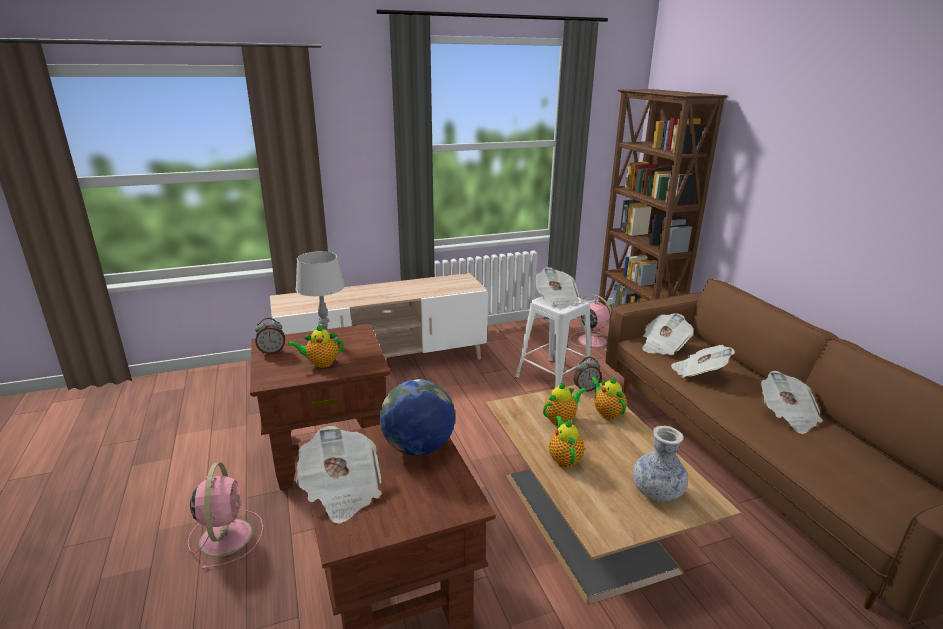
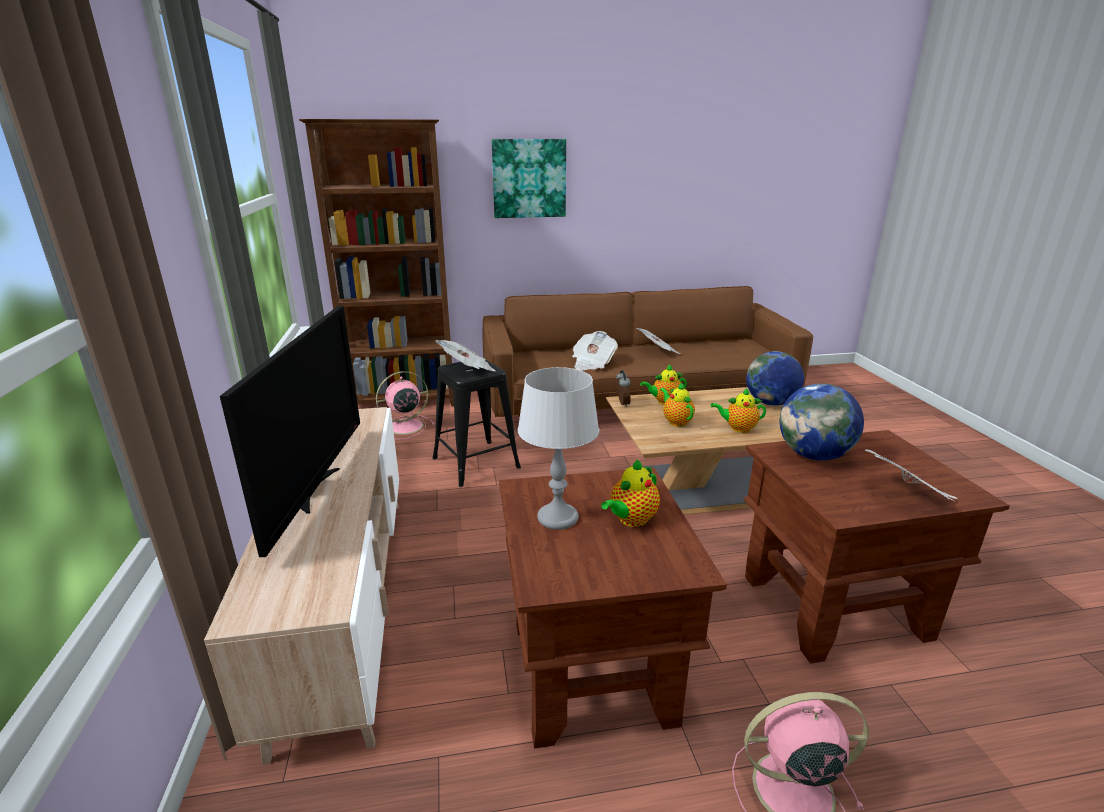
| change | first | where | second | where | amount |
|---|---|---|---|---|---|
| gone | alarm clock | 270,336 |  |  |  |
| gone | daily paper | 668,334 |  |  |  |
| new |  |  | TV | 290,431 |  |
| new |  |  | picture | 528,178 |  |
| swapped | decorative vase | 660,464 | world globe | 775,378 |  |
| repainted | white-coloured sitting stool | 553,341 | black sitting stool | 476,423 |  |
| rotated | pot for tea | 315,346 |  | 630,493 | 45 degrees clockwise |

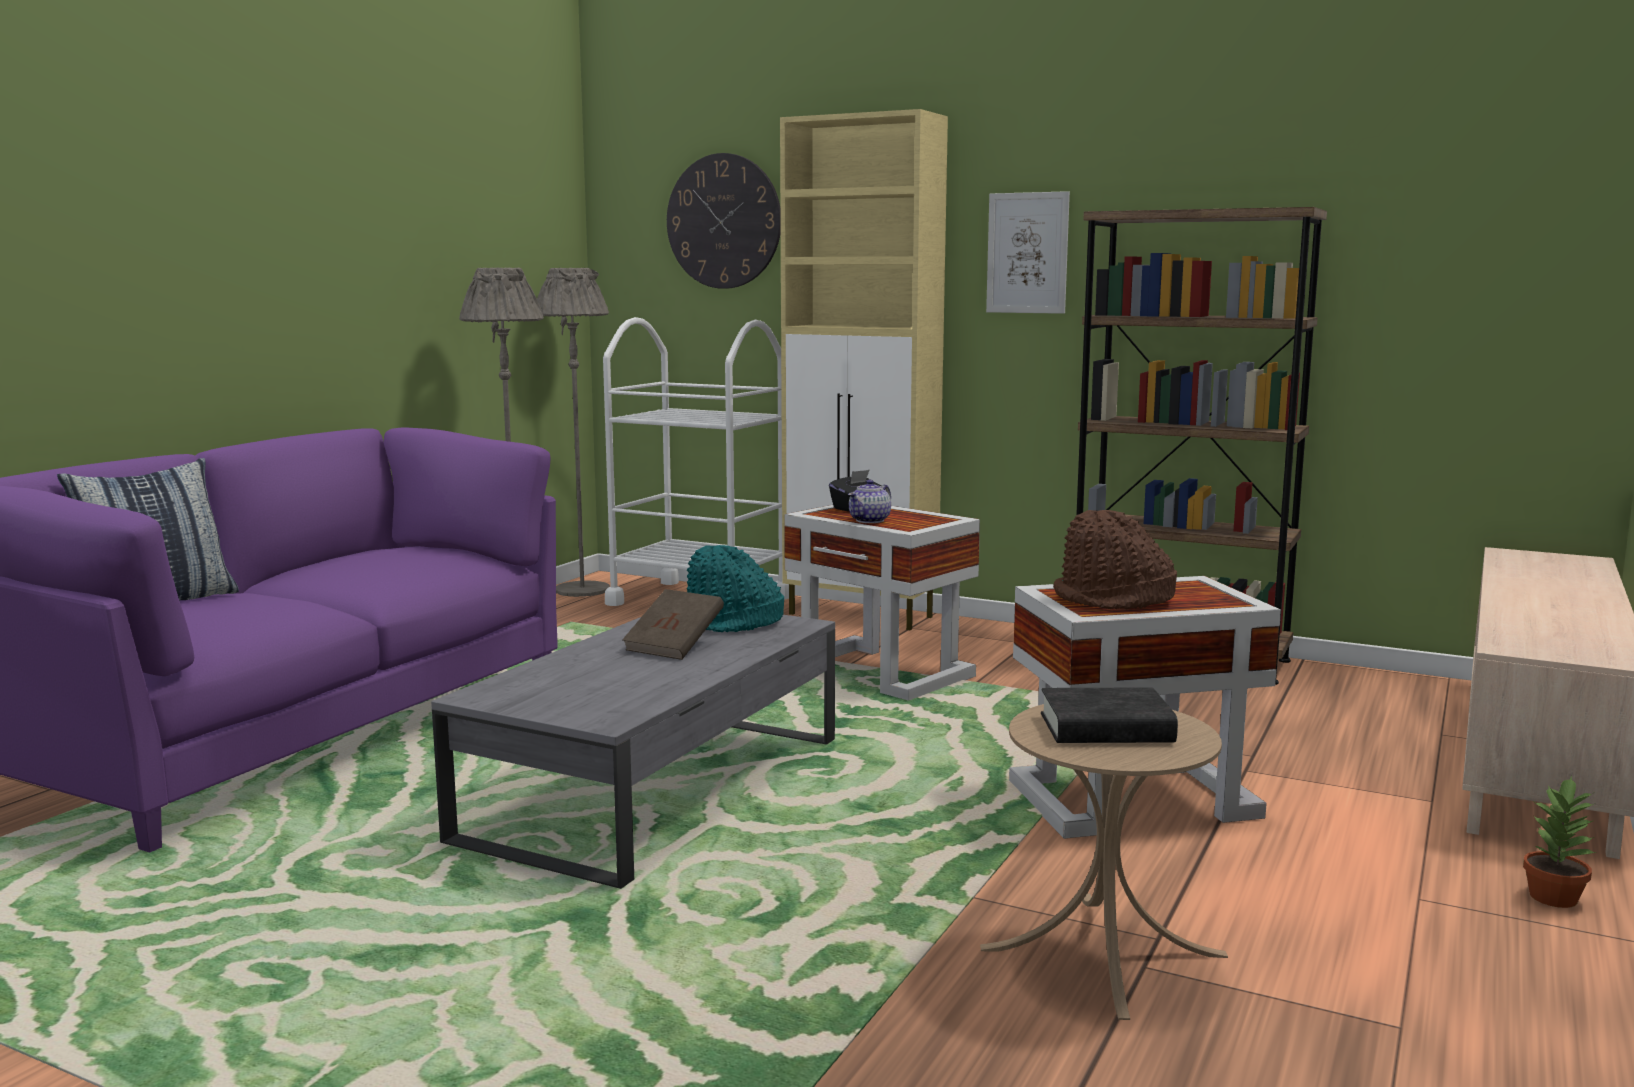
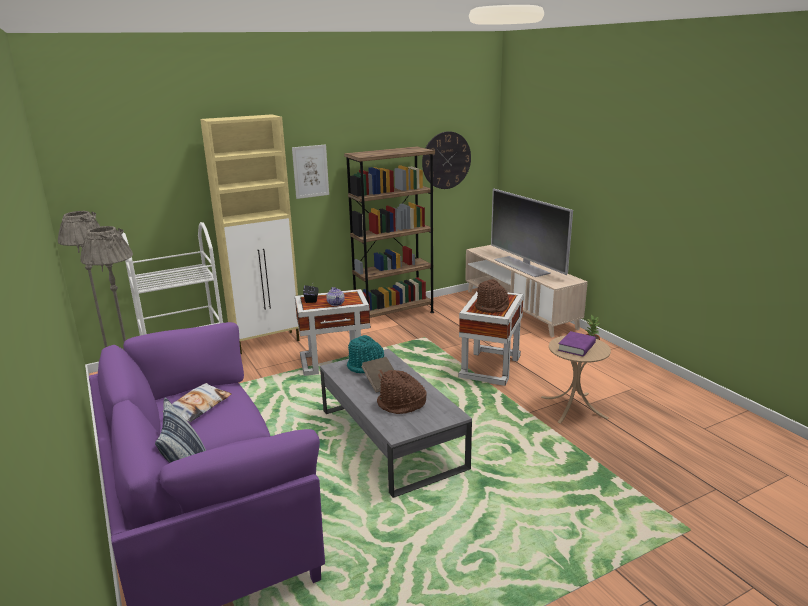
| change | first | where | second | where | amount |
|---|---|---|---|---|---|
| new |  |  | throw pillow | 196,402 |  |
| new |  |  | brownish wearable hat | 401,392 |  |
| new |  |  | TV | 532,232 |  |
| shifted | hanging clock | 724,221 |  | 446,160 |  |
| repainted | black volume | 1109,715 | purple-coloured volume | 577,343 |  |

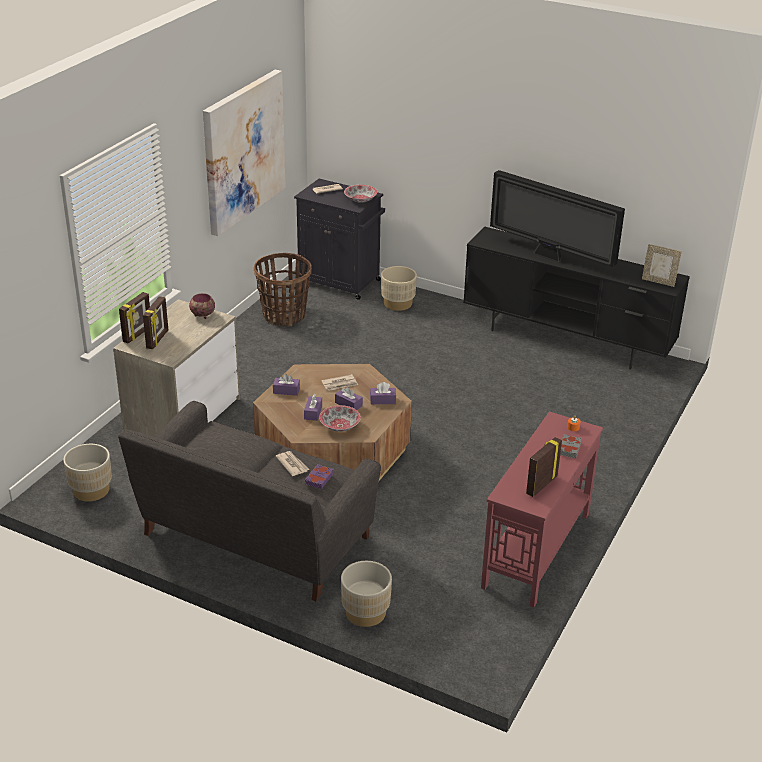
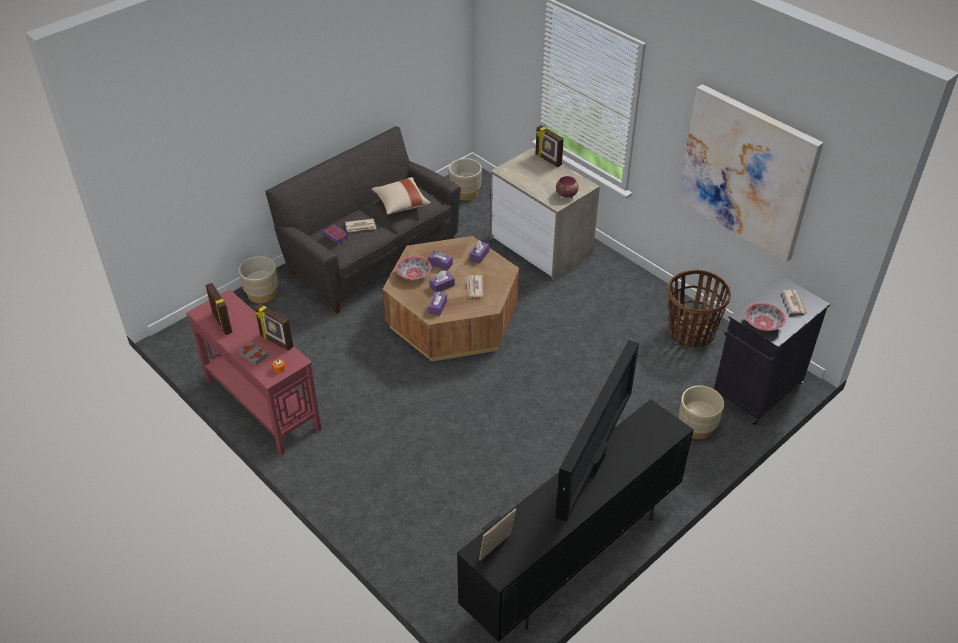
| change | first | where | second | where | amount |
|---|---|---|---|---|---|
| new |  |  | beige throw pillow | 401,196 |  |
| shifted | standing frame | 155,322 |  | 274,327 |  |
| rotated | TV | 557,218 |  | 597,431 | 150 degrees clockwise |

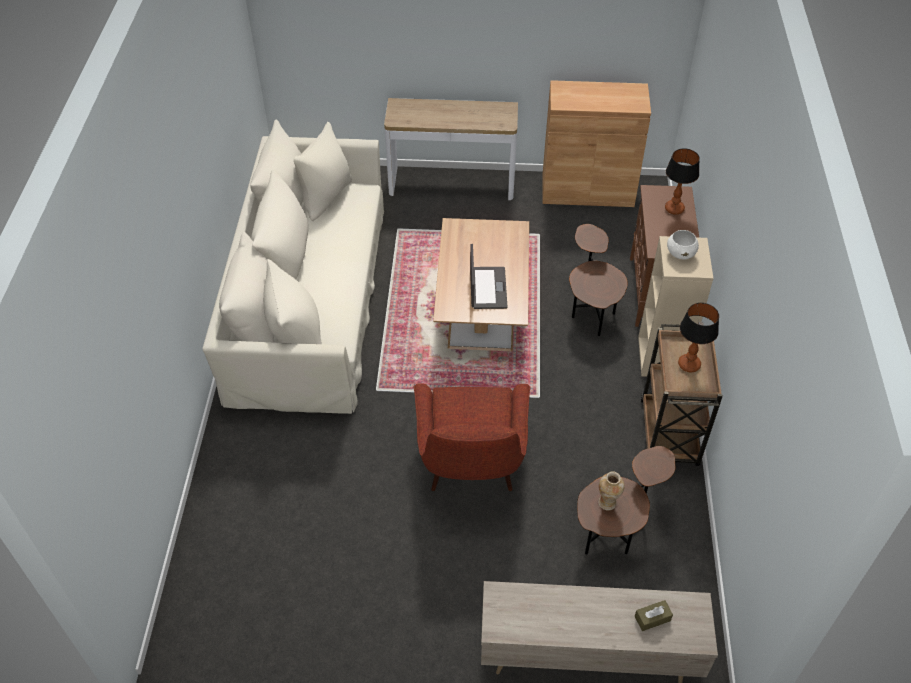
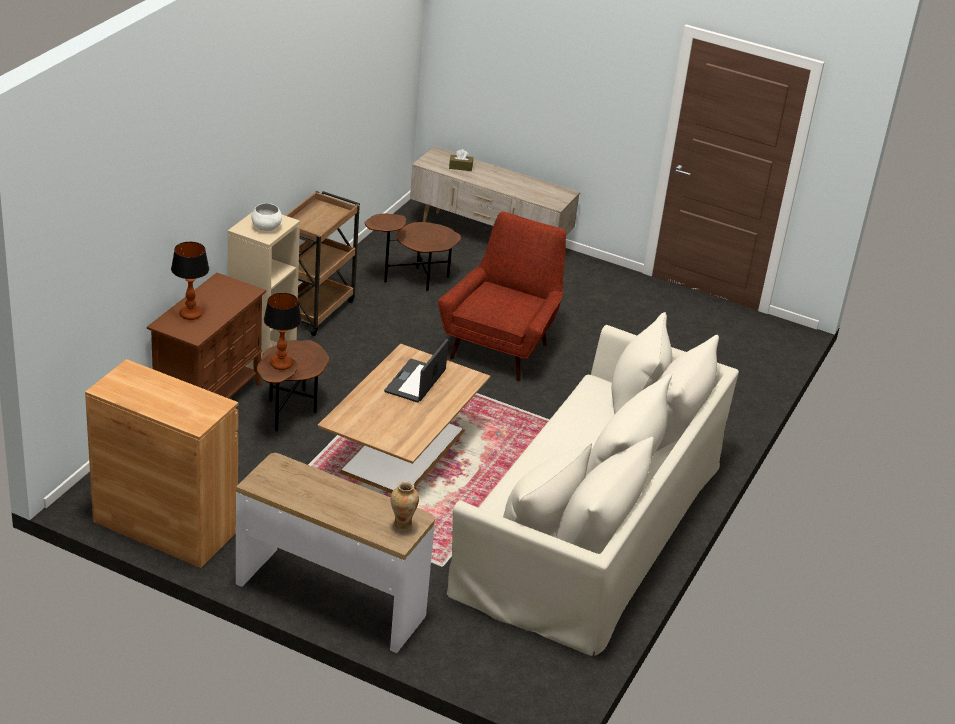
| change | first | where | second | where | amount |
|---|---|---|---|---|---|
| shifted | decorative vase | 611,491 |  | 404,507 |  |
| shifted | lamp for a table | 698,337 |  | 282,331 |  |

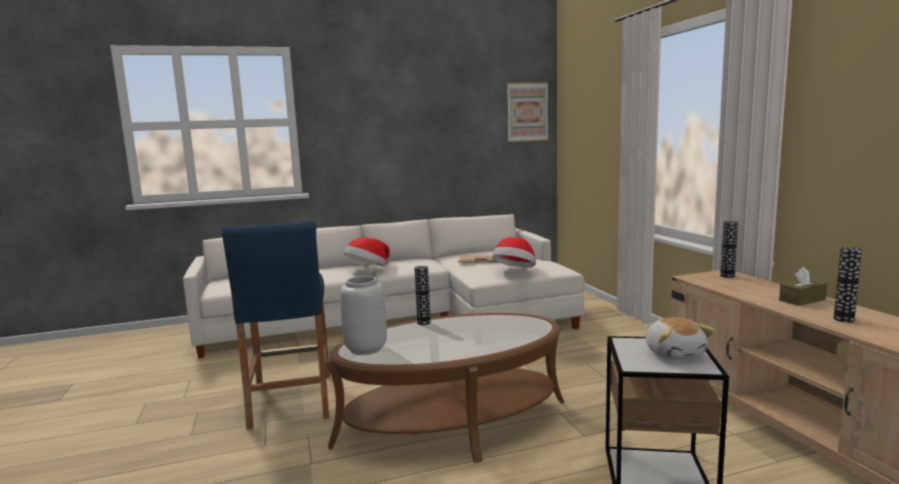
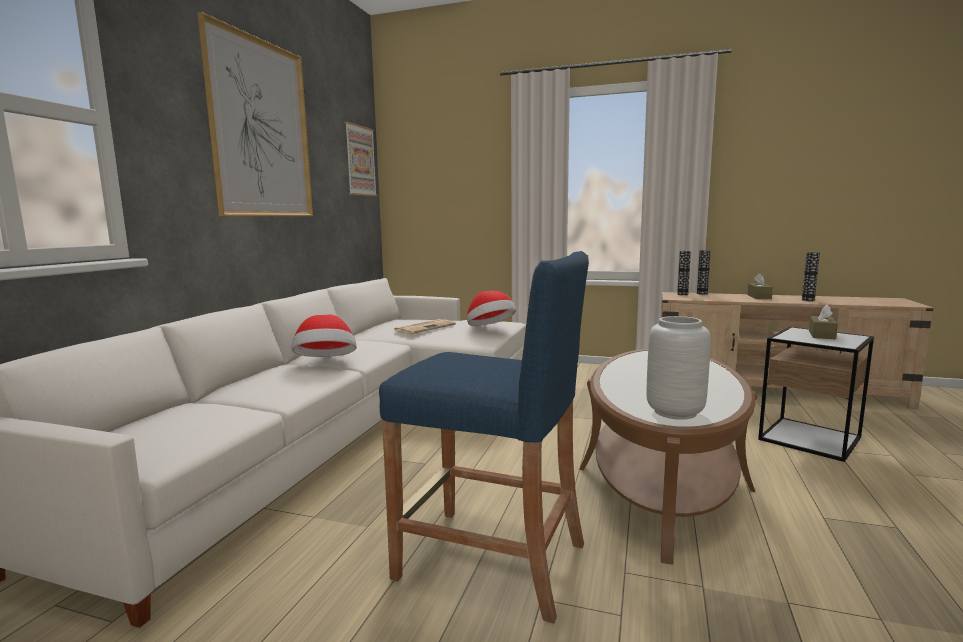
| change | first | where | second | where | amount |
|---|---|---|---|---|---|
| new |  |  | picture | 255,114 |  |
| shifted | decorative vase | 422,295 |  | 704,272 |  |
| swapped | cuddly toy | 680,338 | brownish tissue box | 823,322 |  |

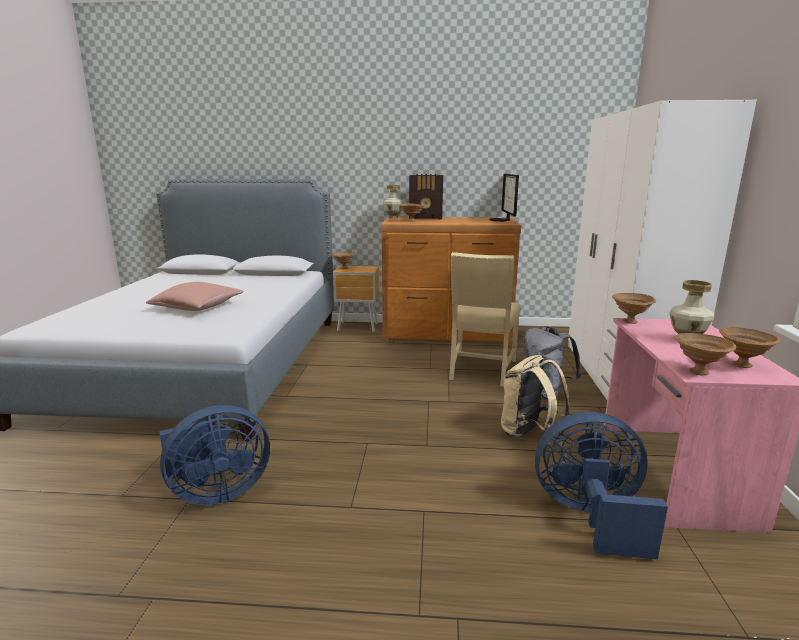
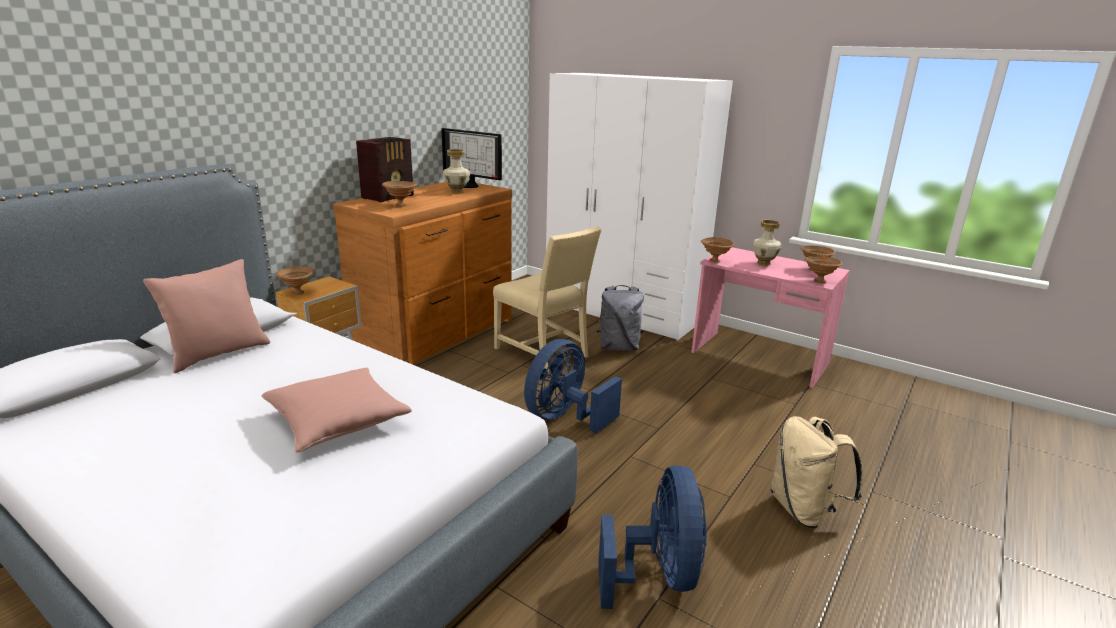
| change | first | where | second | where | amount |
|---|---|---|---|---|---|
| new |  |  | pinkish throw pillow | 206,316 |  |
| shifted | decorative vase | 393,202 |  | 456,171 |  |
| shifted | beige rucksack | 536,396 |  | 817,472 |  |
| shifted | blue fan | 601,485 |  | 573,386 |  |

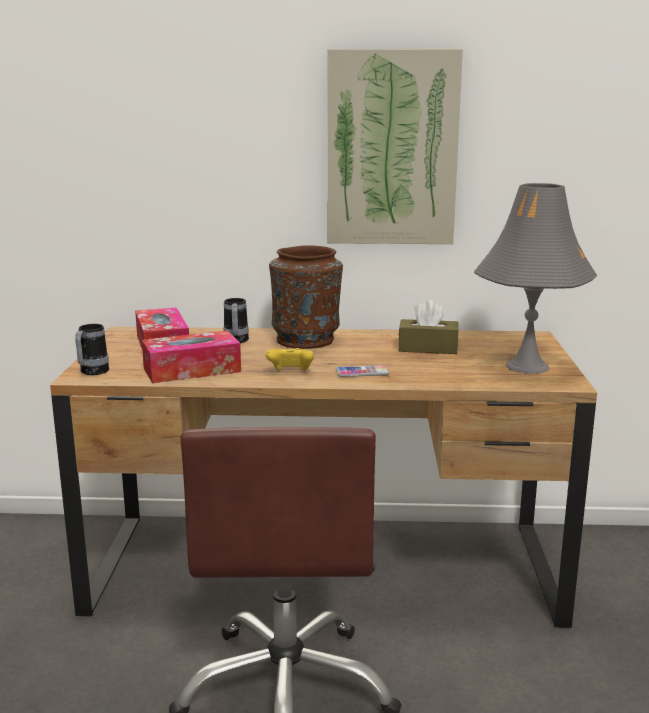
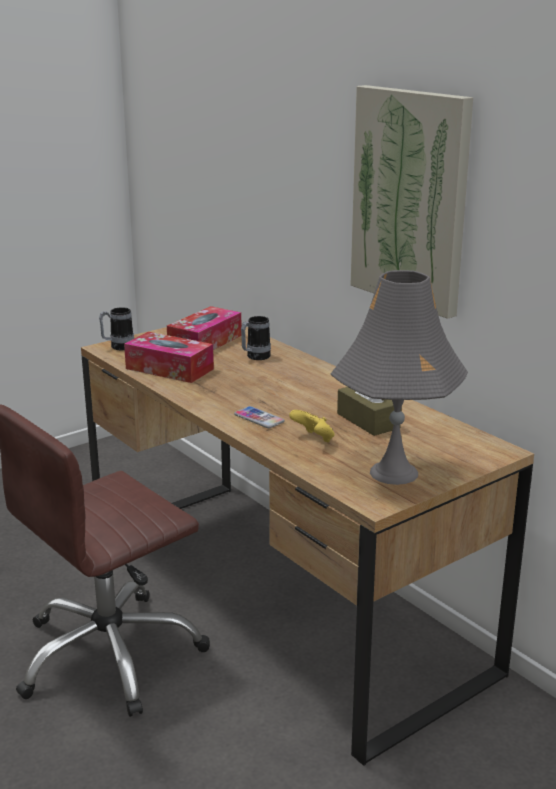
| change | first | where | second | where | amount |
|---|---|---|---|---|---|
| gone | brownish decorative vase | 306,297 |  |  |  |
| shifted | yellow joypad | 290,359 |  | 312,426 |  |

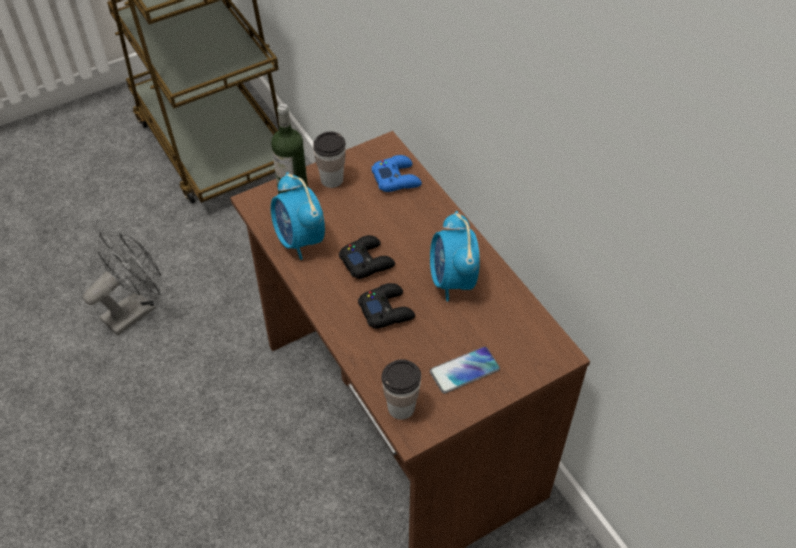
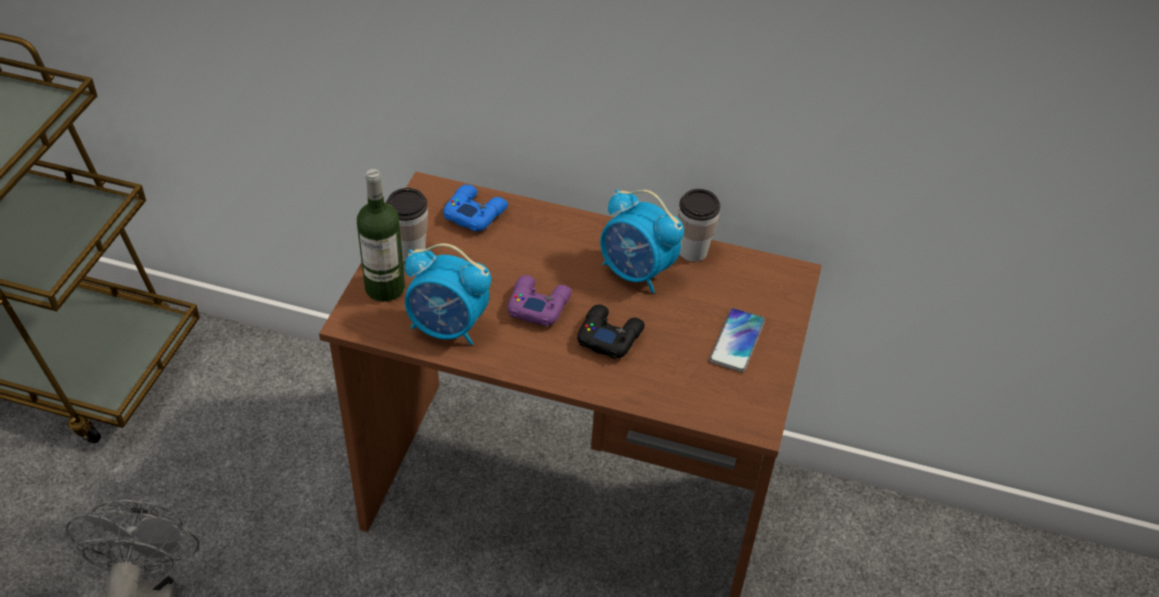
| change | first | where | second | where | amount |
|---|---|---|---|---|---|
| shifted | small cup | 401,389 |  | 699,225 |  |
| repainted | black joypad | 367,257 | purple-coloured joypad | 539,300 |  |

